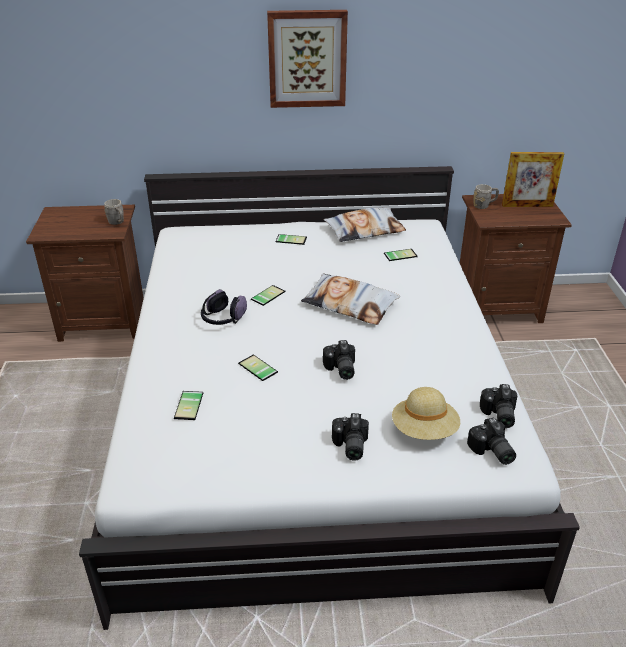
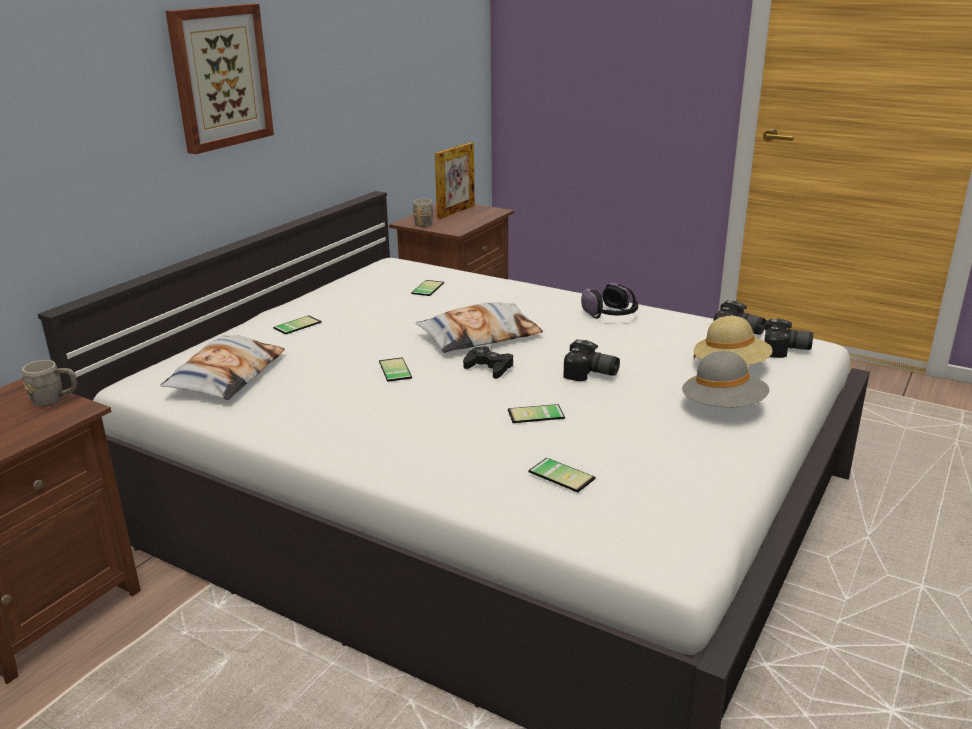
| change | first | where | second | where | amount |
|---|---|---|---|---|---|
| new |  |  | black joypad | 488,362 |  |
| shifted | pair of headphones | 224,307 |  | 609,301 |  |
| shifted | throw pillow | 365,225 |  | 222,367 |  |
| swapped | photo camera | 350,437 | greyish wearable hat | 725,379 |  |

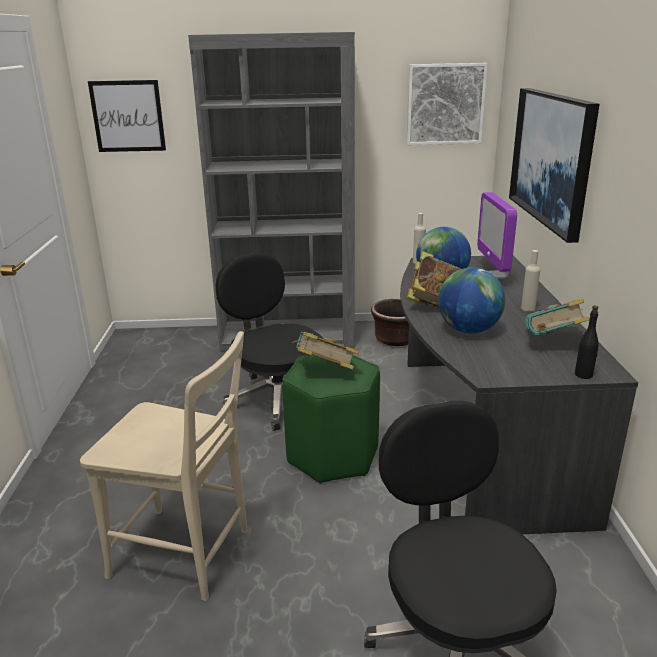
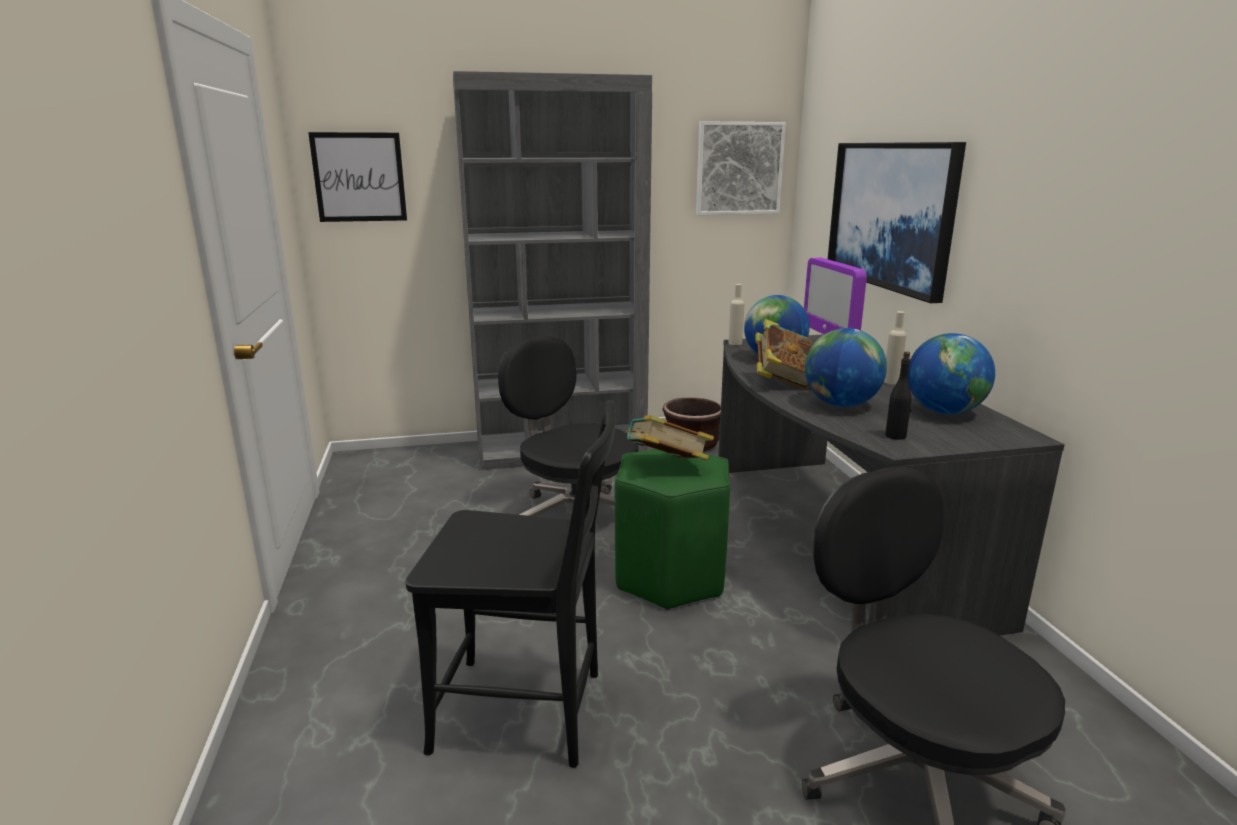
| change | first | where | second | where | amount |
|---|---|---|---|---|---|
| shifted | black bottle | 587,342 |  | 898,396 |  |
| swapped | volume | 557,317 | world globe | 951,373 |  |
| repainted | beige upright chair | 164,466 | black upright chair | 510,584 |  |

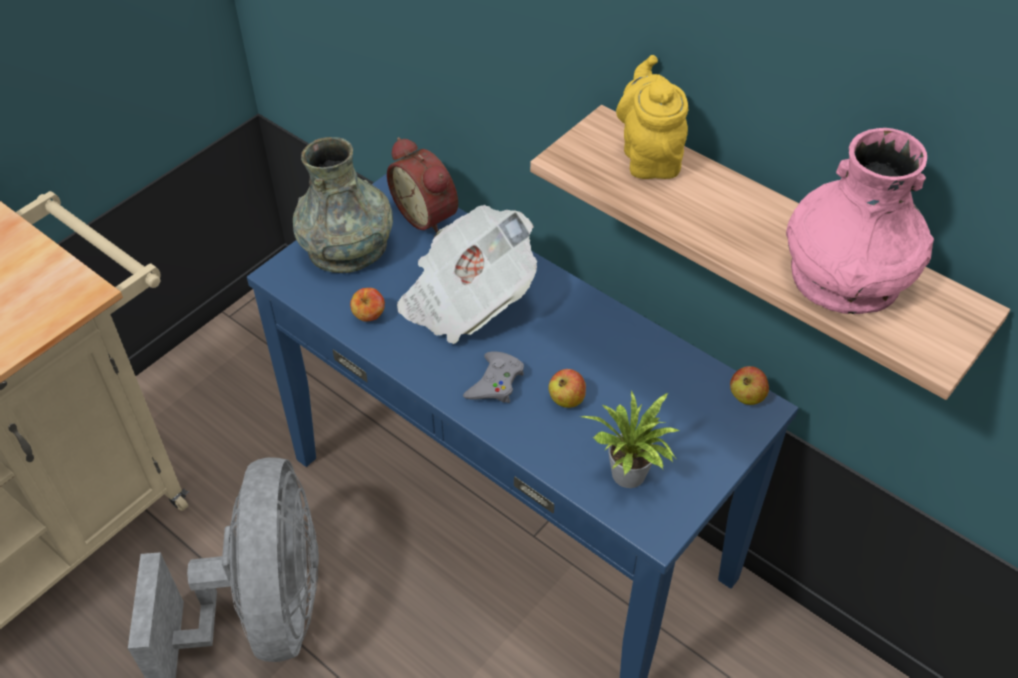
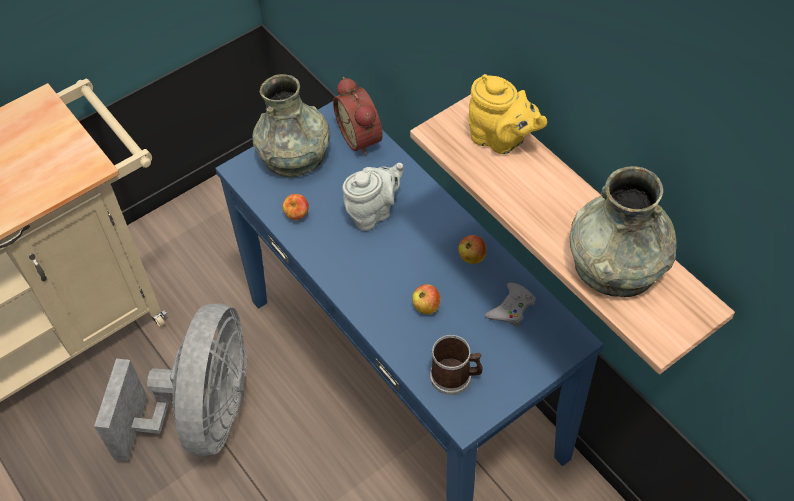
| change | first | where | second | where | amount |
|---|---|---|---|---|---|
| shifted | greyish joypad | 493,377 |  | 510,305 |  |
| shifted | apple | 749,385 |  | 472,249 |  |
| swapped | daily paper | 467,274 | greyish pot for tea | 373,197 |  |
| swapped | plant in a pot | 631,439 | coffee mug | 456,365 |  |
| repainted | pinkish decorative vase | 860,221 | greyish decorative vase | 623,231 |  |
| rotated | yellow pot for tea | 652,117 |  | 507,114 | 120 degrees clockwise |

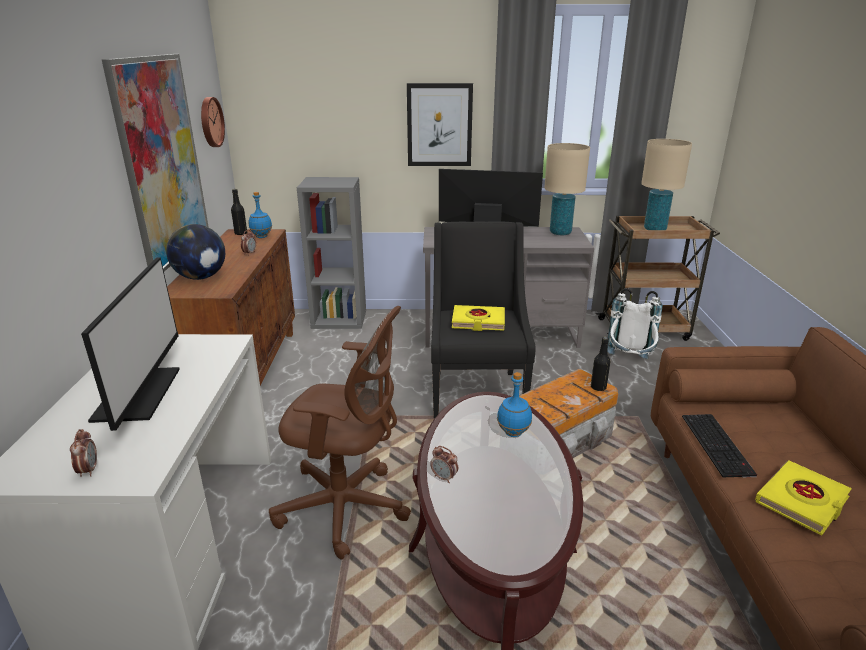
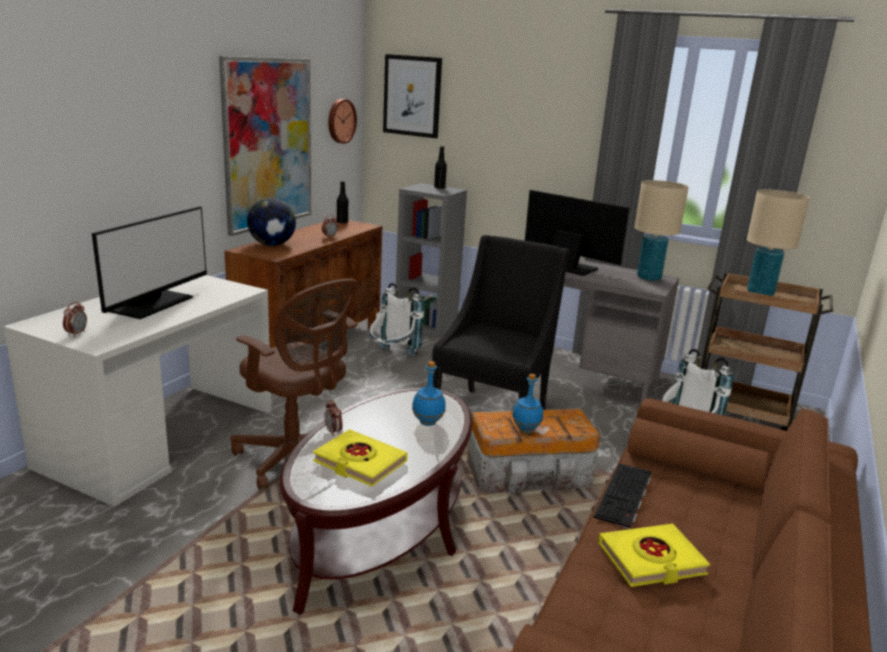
| change | first | where | second | where | amount |
|---|---|---|---|---|---|
| new |  |  | white-coloured rucksack | 396,319 |  |
| shifted | blue bottle | 260,215 |  | 527,403 |  |
| shifted | picture | 440,124 |  | 412,96 |  |
| shifted | yellow volume | 478,318 |  | 360,458 |  |
| shifted | black bottle | 600,364 |  | 440,167 |  |

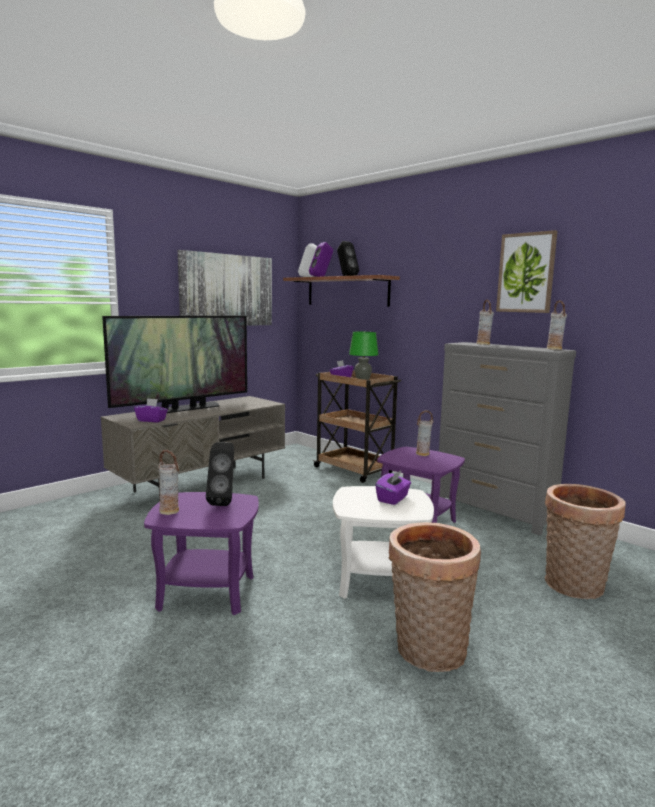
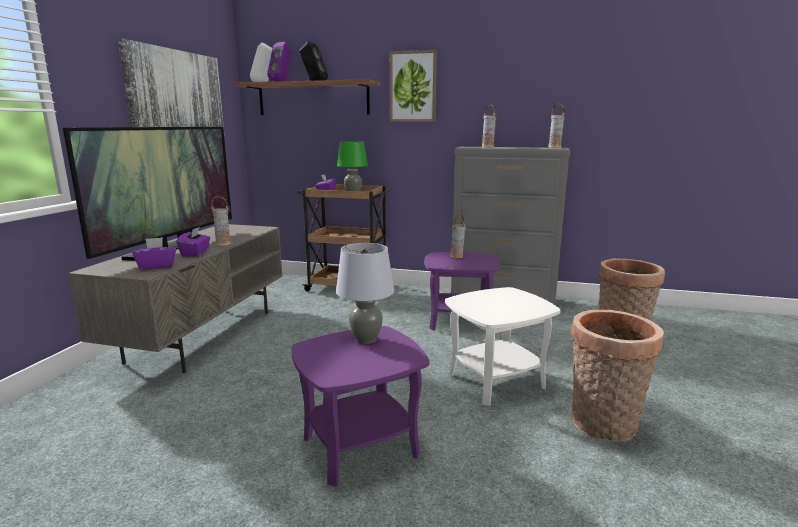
| change | first | where | second | where | amount |
|---|---|---|---|---|---|
| shifted | decorative vase | 168,482 |  | 221,221 |  |
| shifted | purple-coloured tissue box | 393,487 |  | 193,241 |  |
| shifted | picture | 526,271 |  | 413,86 |  |
| swapped | black speaker | 220,474 | greyish lamp for a table | 365,293 |  |

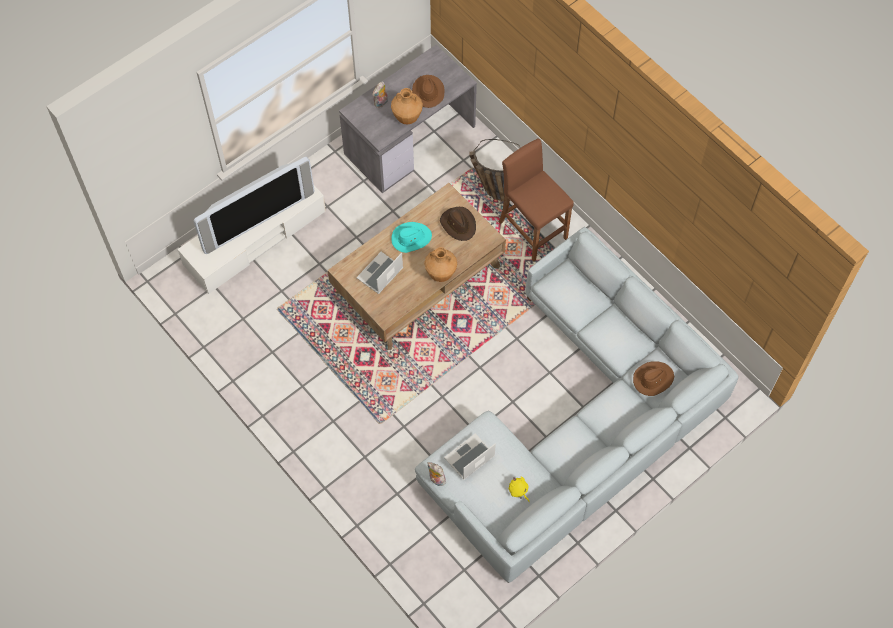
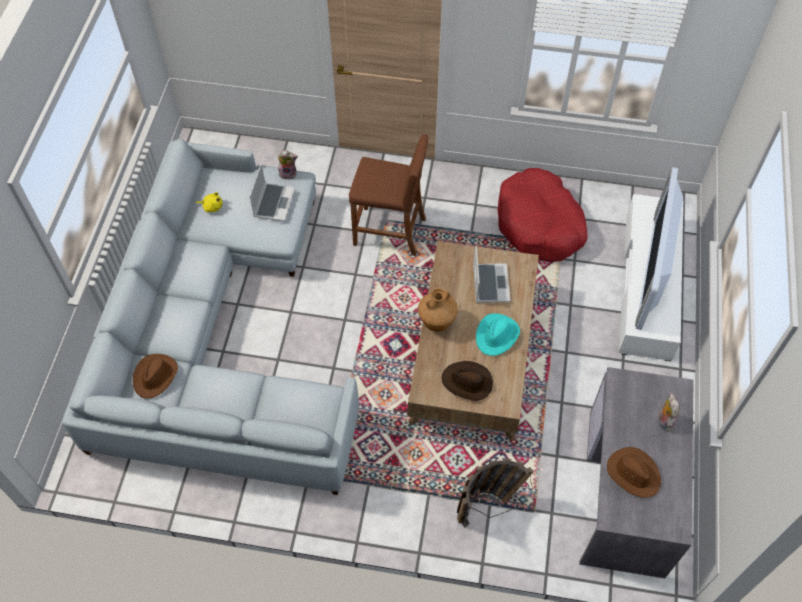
| change | first | where | second | where | amount |
|---|---|---|---|---|---|
| gone | brownish decorative vase | 407,106 |  |  |  |
| new |  |  | reddish dog cushion | 543,215 |  |
| shifted | brownish sitting stool | 536,200 |  | 388,195 |  |

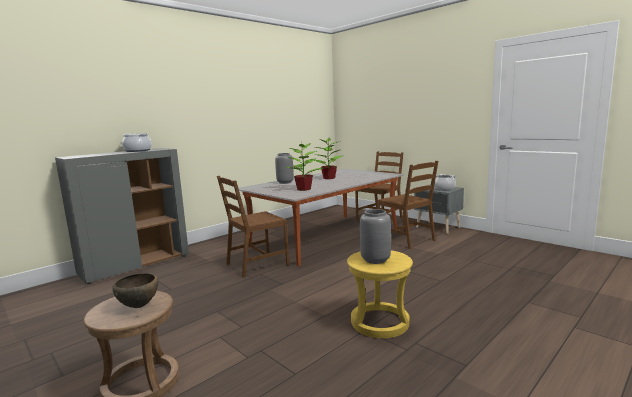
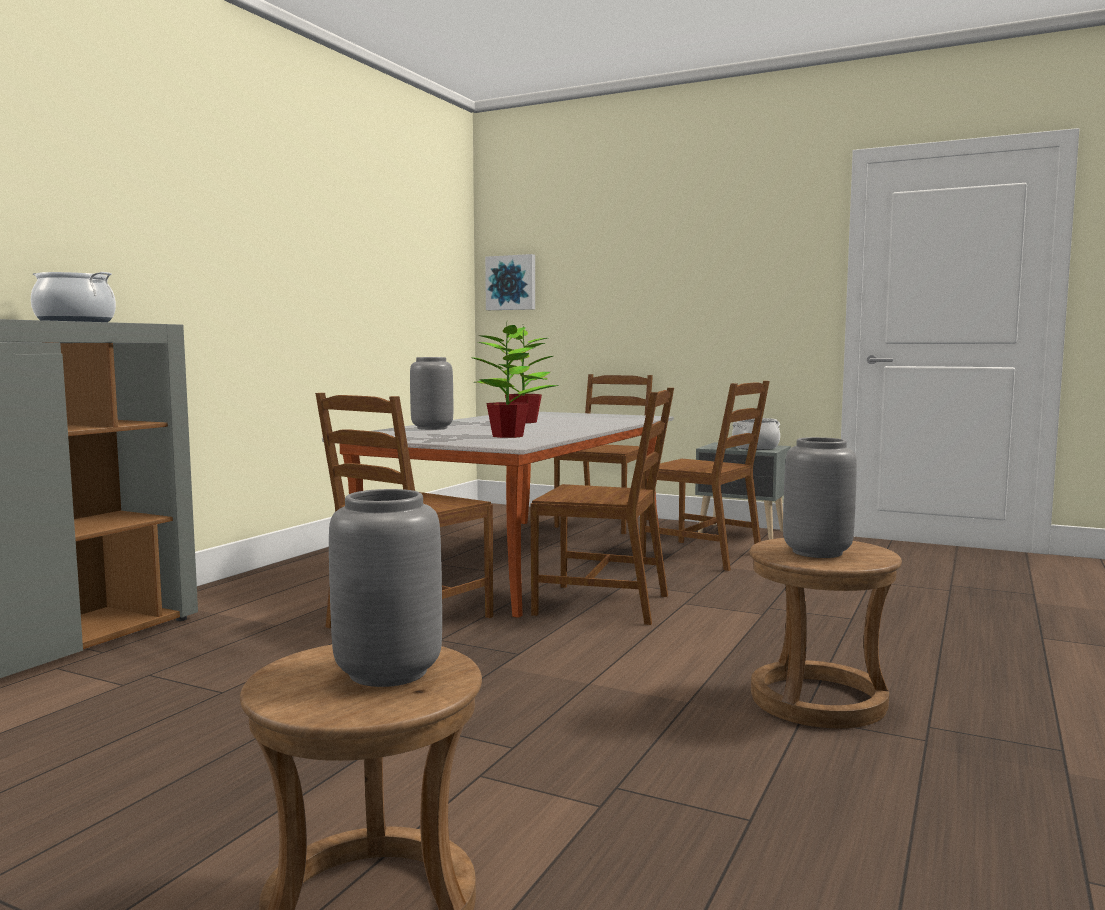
| change | first | where | second | where | amount |
|---|---|---|---|---|---|
| new |  |  | picture | 510,282 |  |
| new |  |  | brownish upright chair | 602,506 |  |
| swapped | brownish bowl | 135,290 | greyish decorative vase | 385,588 |  |
| repainted | yellow sitting stool | 380,294 | brownish sitting stool | 825,633 |  |

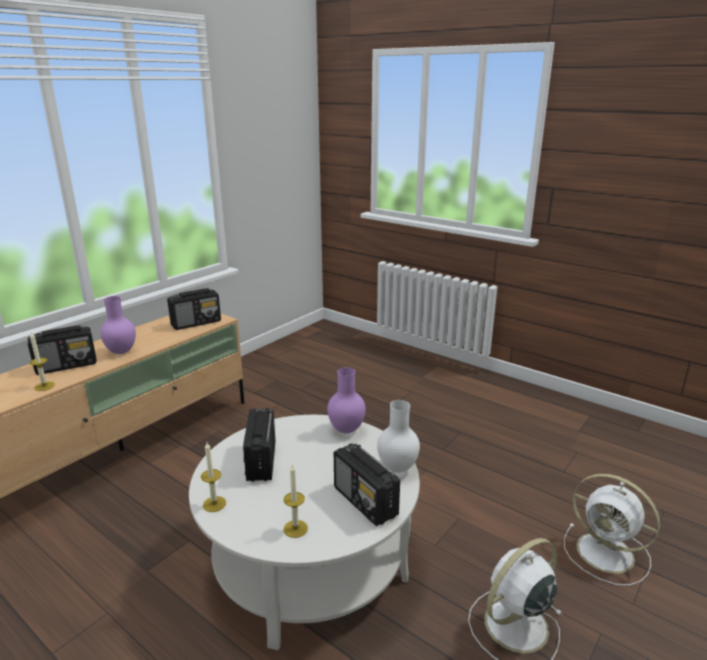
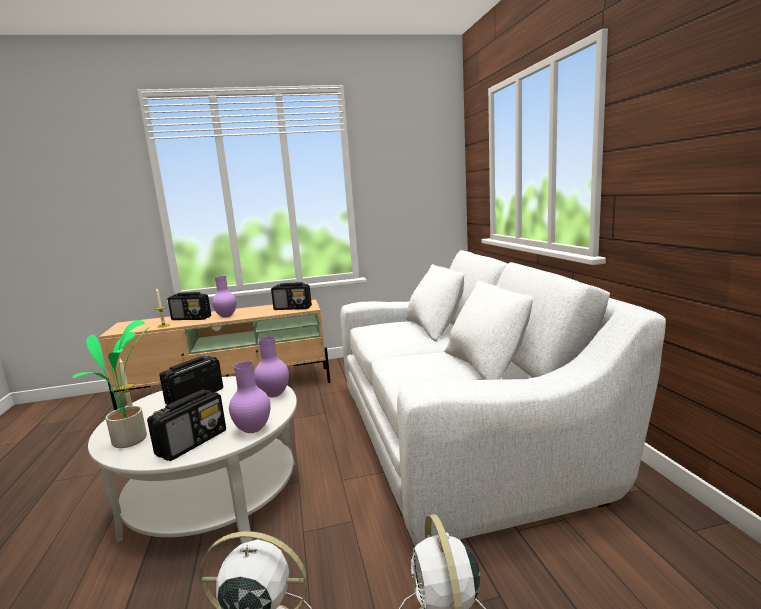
| change | first | where | second | where | amount |
|---|---|---|---|---|---|
| new |  |  | white-coloured couch | 503,398 |  |
| swapped | wax candle | 295,501 | plant in a pot | 111,384 |  |
| repainted | white-coloured decorative vase | 398,436 | purple-coloured decorative vase | 250,397 |  |
| rotated | radio set | 367,484 |  | 186,425 | 150 degrees counterclockwise |

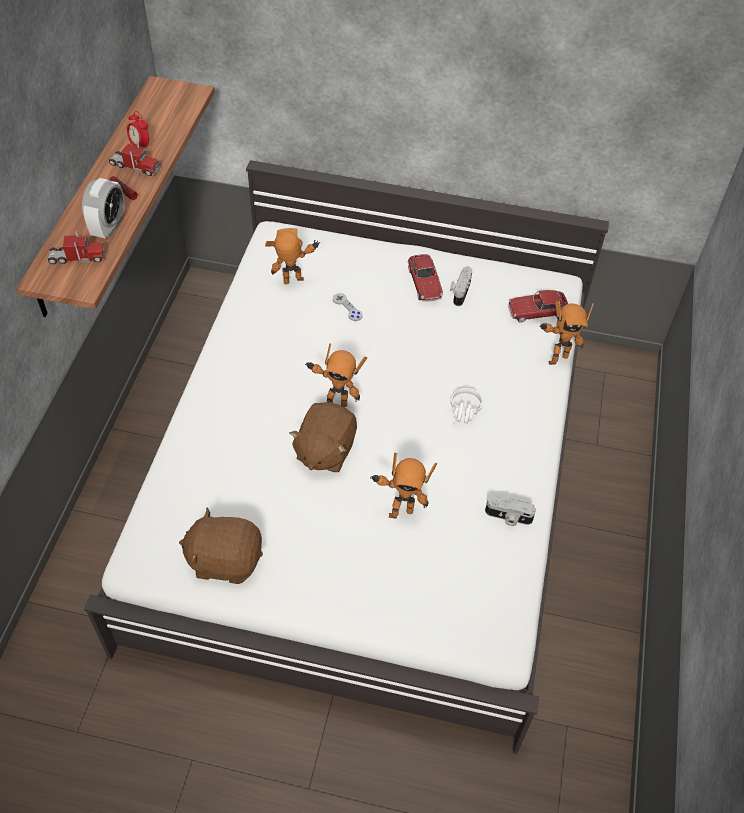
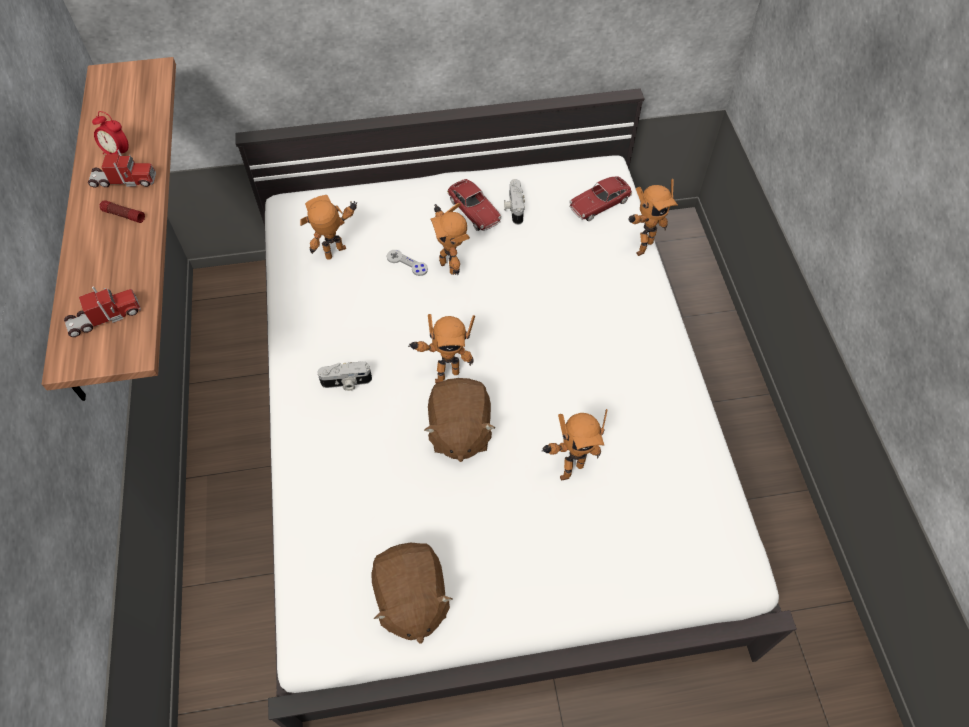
| change | first | where | second | where | amount |
|---|---|---|---|---|---|
| gone | alarm clock | 103,208 |  |  |  |
| gone | white-coloured pair of headphones | 466,408 |  |  |  |
| new |  |  | robot figure | 450,239 |  |
| shifted | photo camera | 510,511 |  | 344,376 |  |
| rotated | brownish cuddly toy | 221,545 |  | 412,593 | 90 degrees counterclockwise |

